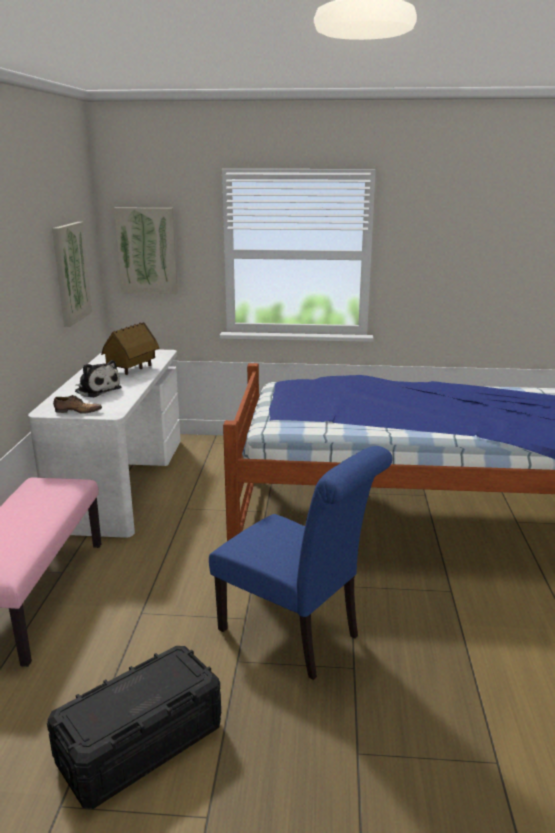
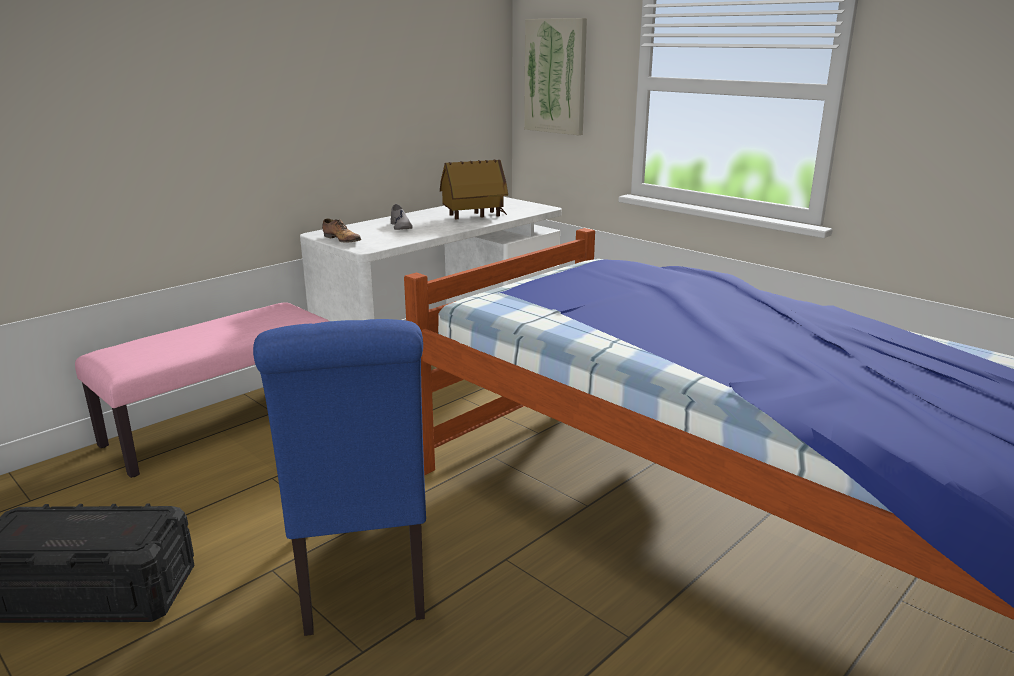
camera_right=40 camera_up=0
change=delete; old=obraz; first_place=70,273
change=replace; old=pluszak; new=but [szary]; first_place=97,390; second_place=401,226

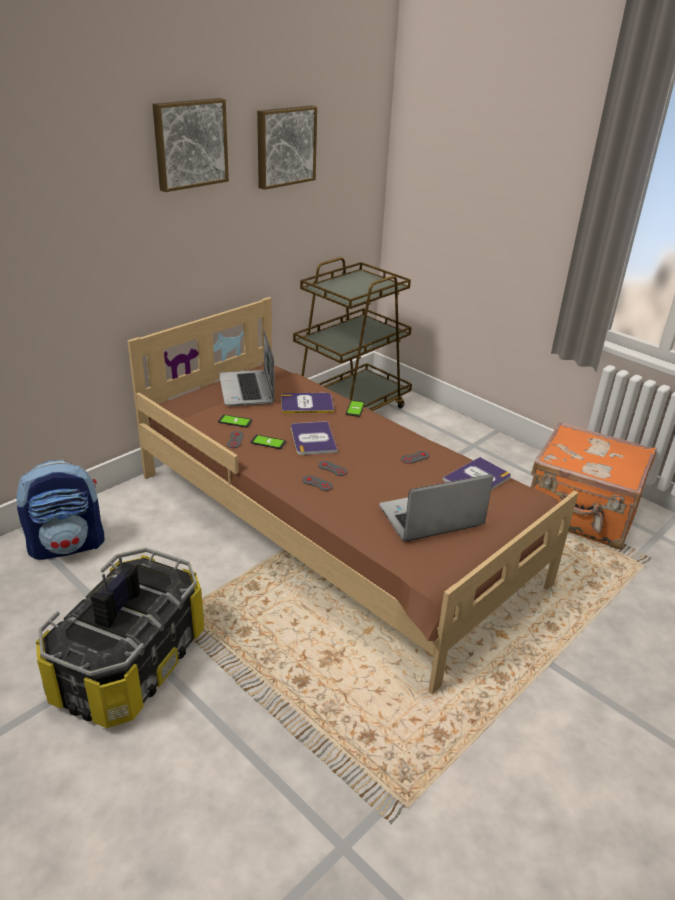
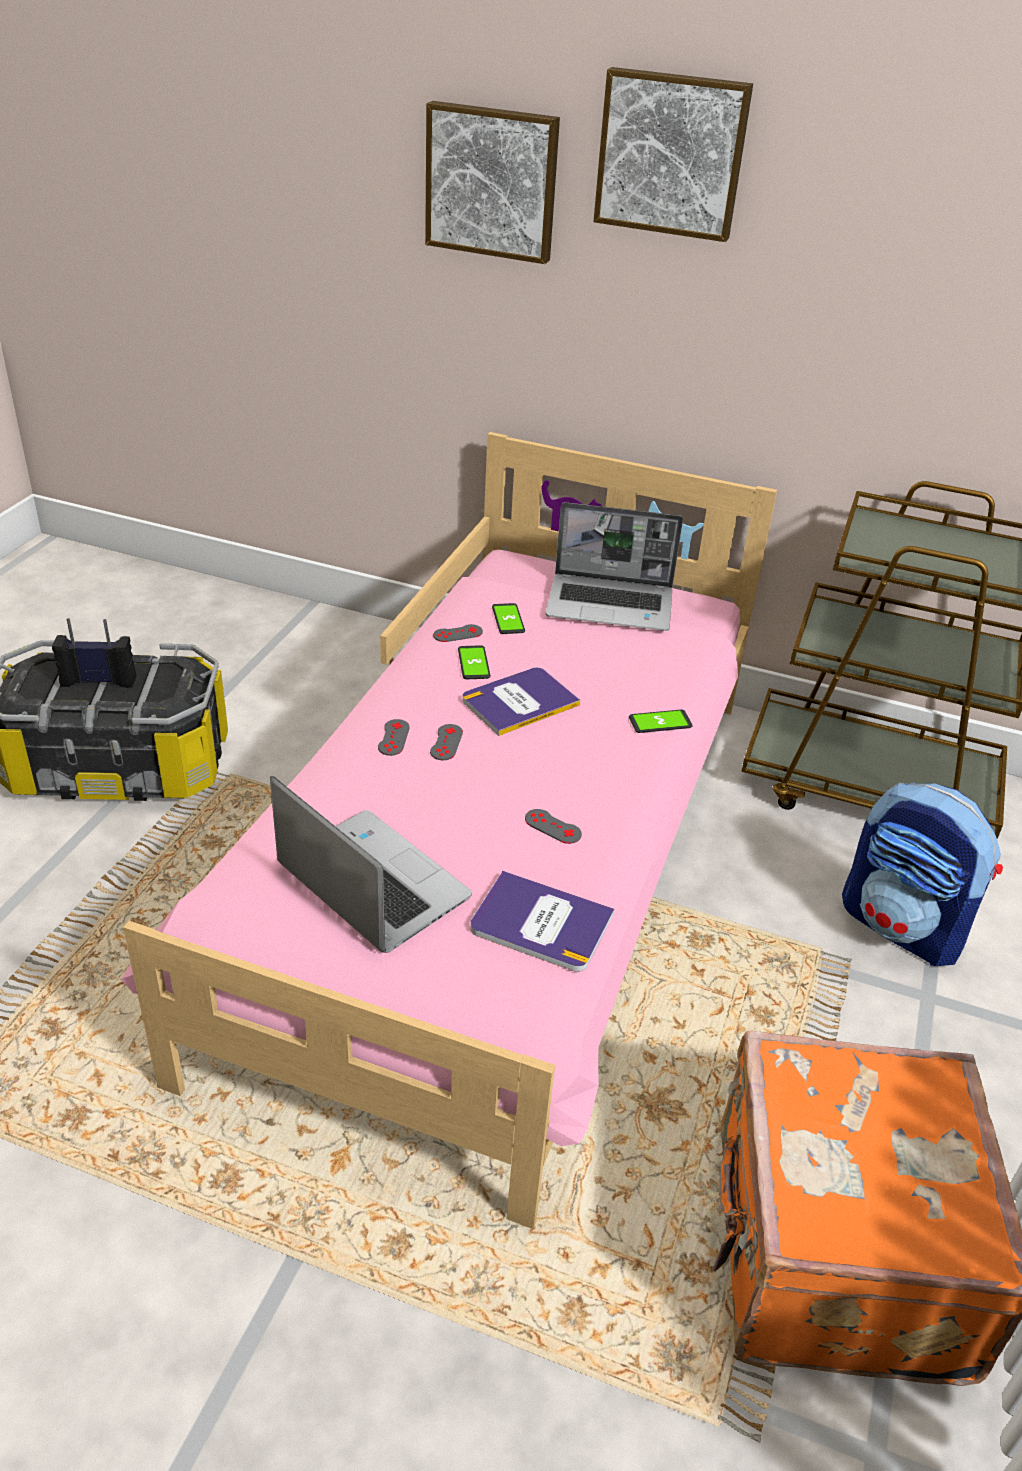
camera_right=65 camera_up=5
change=delete; old=książka; first_place=307,404
change=move; old=plecak; first_place=68,545; second_place=903,927
change=move; old=obraz; first_place=285,146; second_place=492,182
change=recolor; old=łóżko [brązowy]; new=łóżko [różowy]; first_place=335,527; second_place=502,867
change=rotate; old=laptop; first_place=247,390; second_place=611,604; degrees=-135

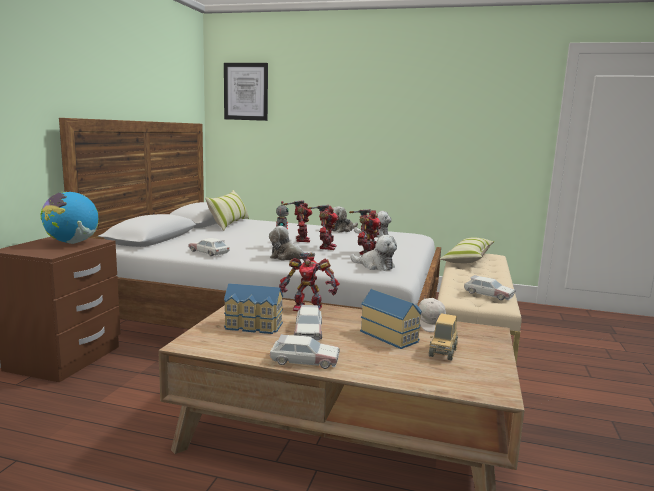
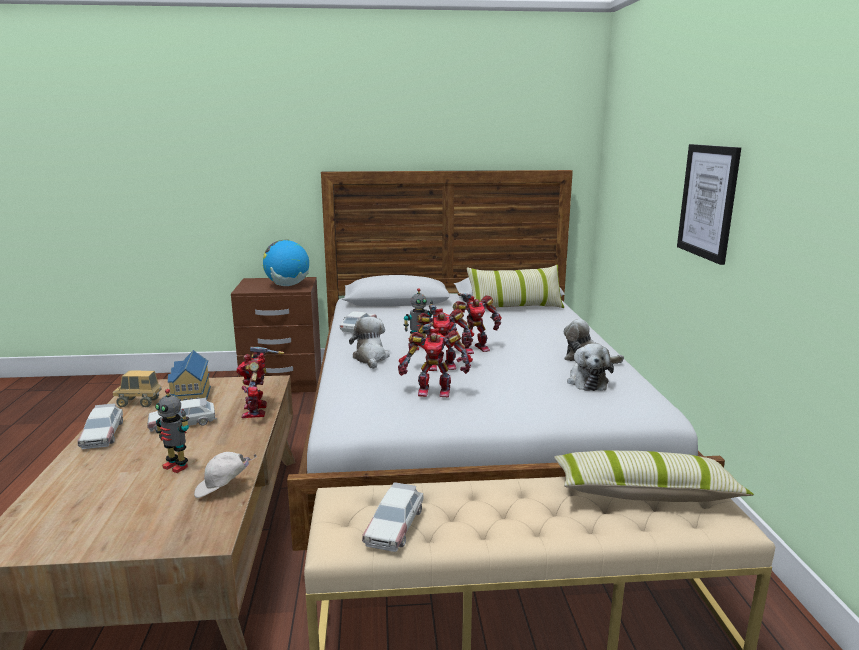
camera_right=70 camera_up=5
change=delete; old=pluszak; first_place=375,266
change=move; old=obraz; first_place=246,91; second_place=708,201
change=move; old=ciężarówka zabawkowa; first_place=443,353; second_place=139,403
change=replace; old=domek; new=robot zabawkowy; first_place=390,335; second_place=177,466

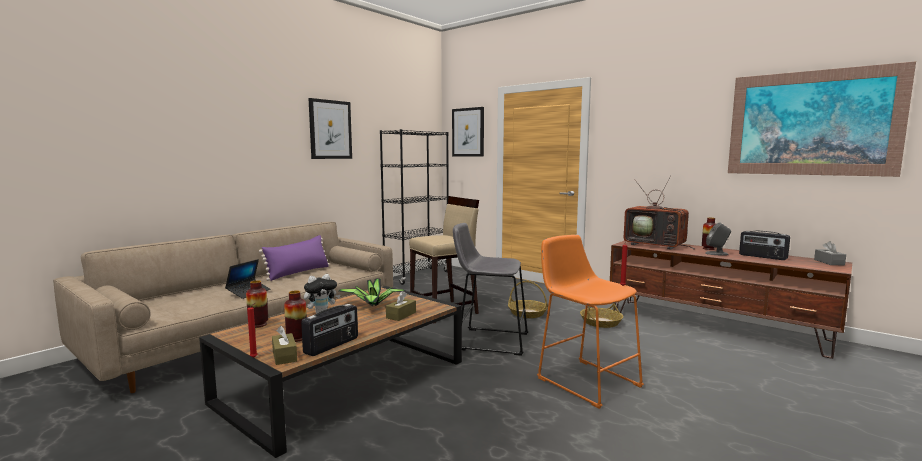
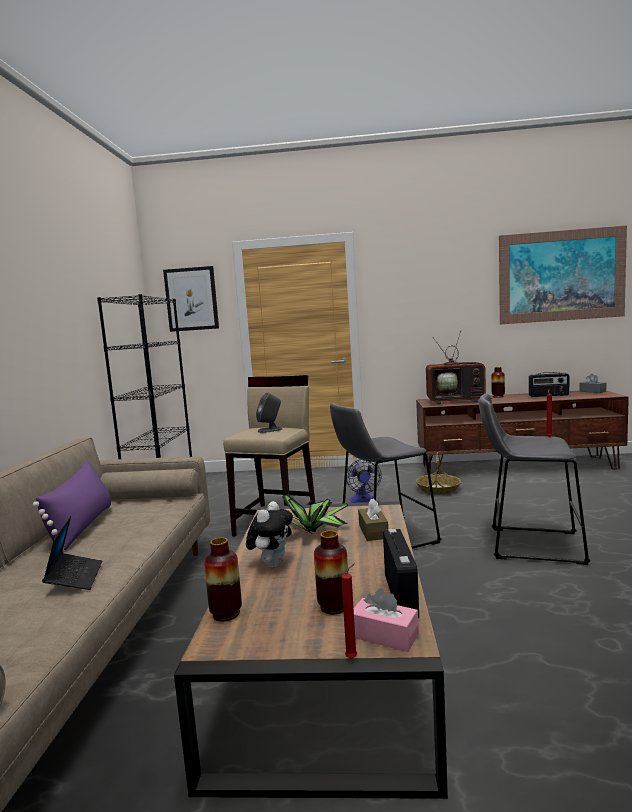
camera_right=-35 camera_up=0
change=delete; old=obraz; first_place=330,129
change=move; old=głośnik [szary]; first_place=717,253; second_place=270,430
change=replace; old=koszyk; new=wentylator; first_place=527,313; second_place=363,501
change=recolor; old=pudełko chusteczek [brązowy]; new=pudełko chusteczek [różowy]; first_place=284,356; second_place=384,635
change=recolor; old=stołek [pomarańczowy]; new=stołek [szary]; first_place=584,380; second_place=529,544

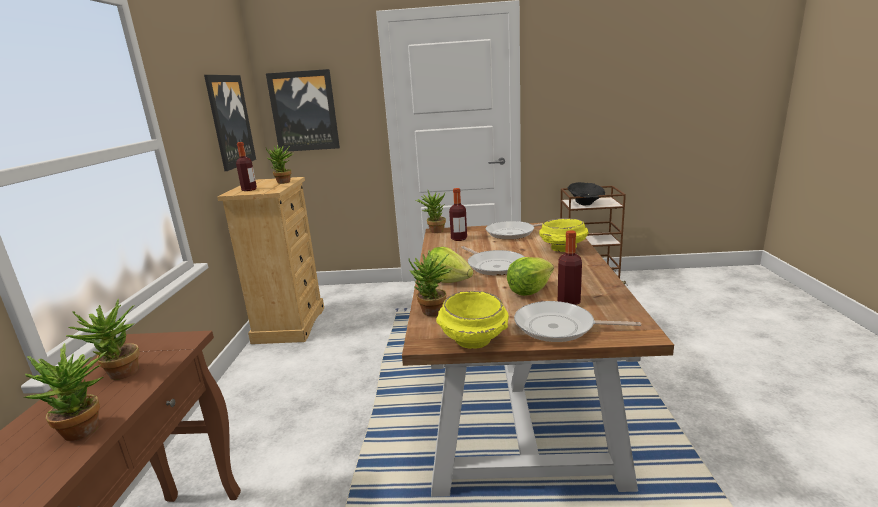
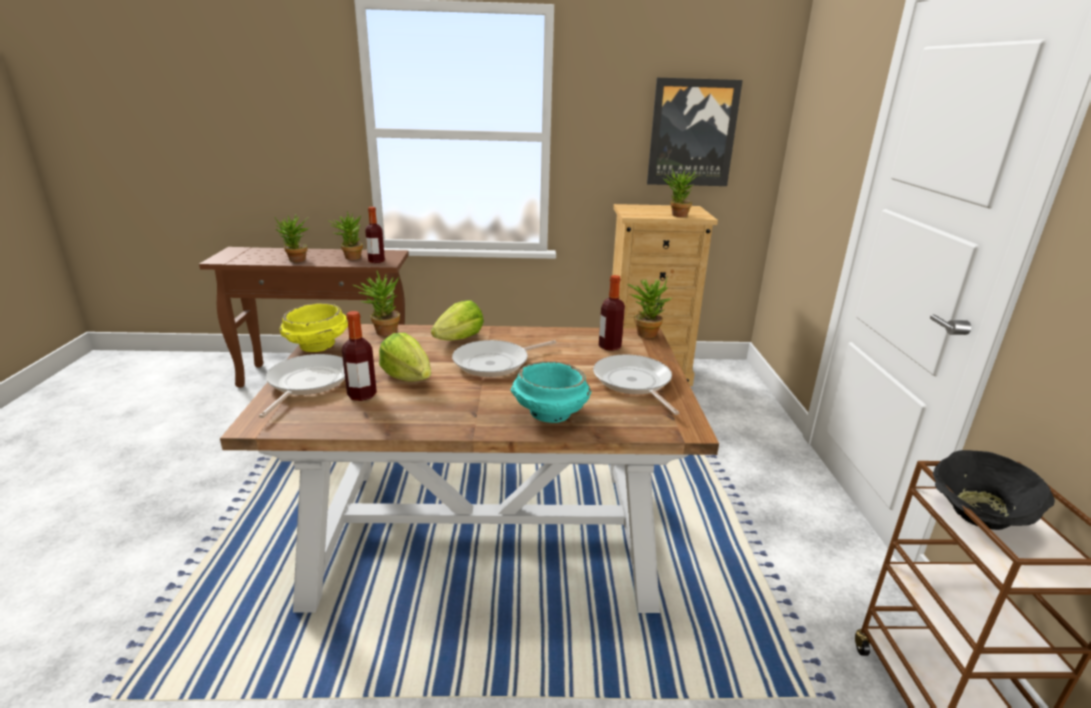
camera_right=85 camera_up=5
change=delete; old=obraz; first_place=304,111
change=move; old=butelka; first_place=249,189; second_place=376,261
change=recolor; old=miska [żółty]; new=miska [turkusowy]; first_place=563,249; second_place=549,413

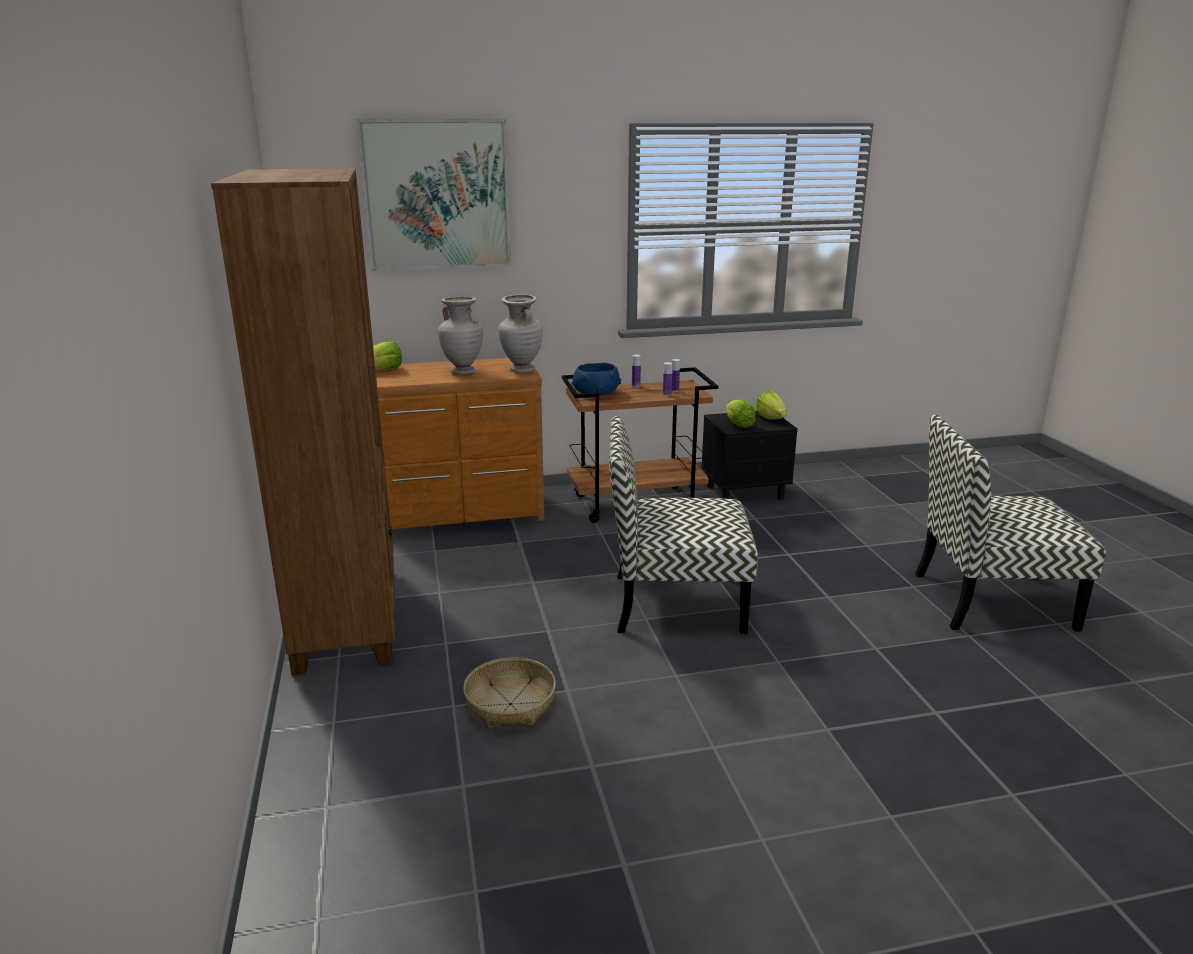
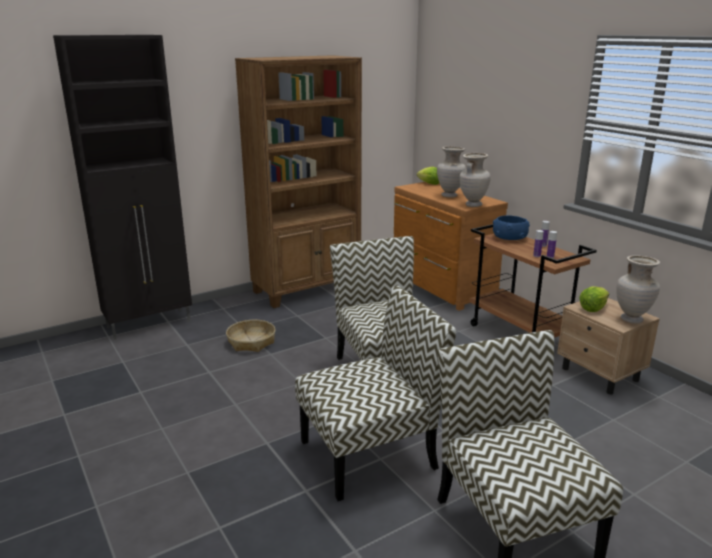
camera_right=70 camera_up=0
change=delete; old=obraz; first_place=437,195
change=insert; new=szafka [czarny]; second_place=150,324
change=insert; new=krzesło; second_place=370,453
change=replace; old=sałata; new=wazon [beżowy]; first_place=771,418; second_place=632,319
change=recolor; old=szafka nocna [czarny]; new=szafka nocna [beżowy]; first_place=746,492; second_place=600,375

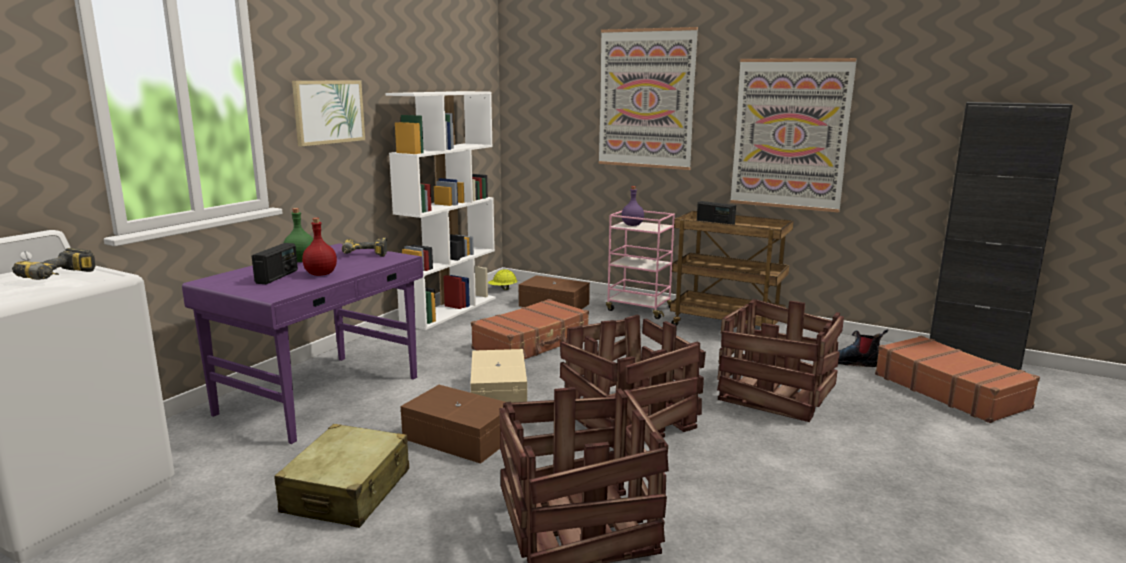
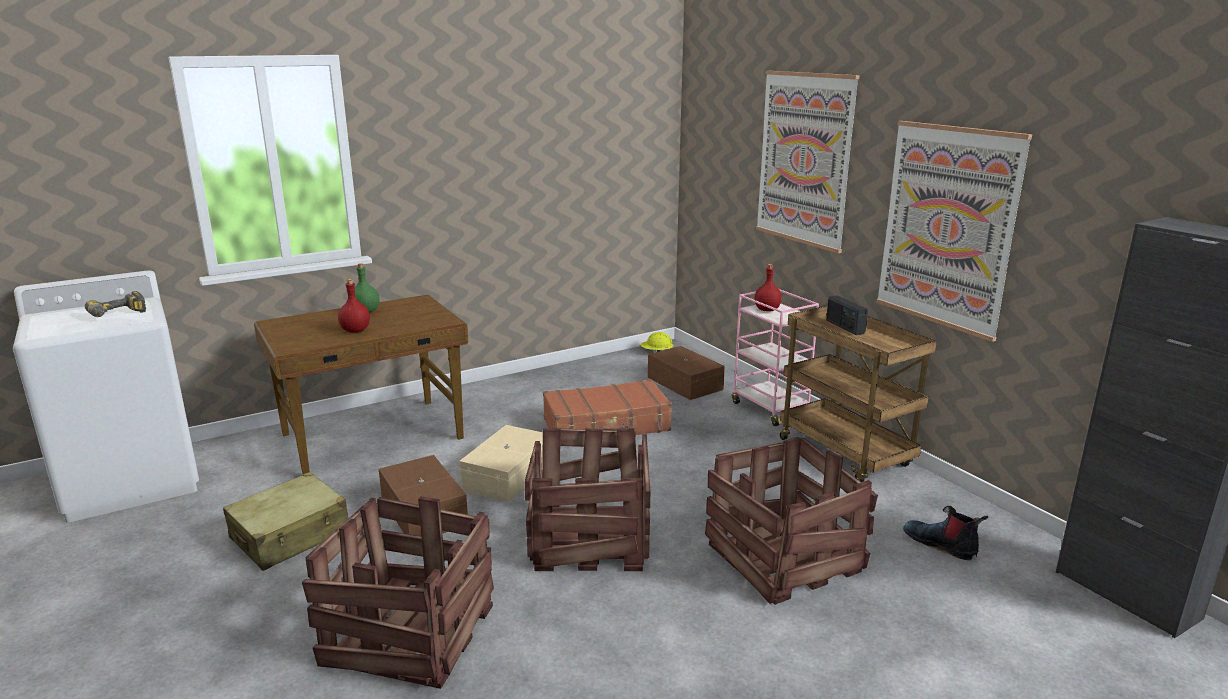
camera_right=30 camera_up=5
change=delete; old=radio; first_place=277,277
change=delete; old=obraz; first_place=329,112
change=delete; old=wiertarka; first_place=363,255
change=delete; old=regał [biały]; first_place=449,310
change=delete; old=walizka [brązowy]; first_place=950,391
change=recolor; old=biurko [fioletowy]; new=biurko [brązowy]; first_place=322,395; second_place=374,437
change=recolor; old=butelka [fioletowy]; new=butelka [czerwony]; first_place=632,225; second_place=766,310

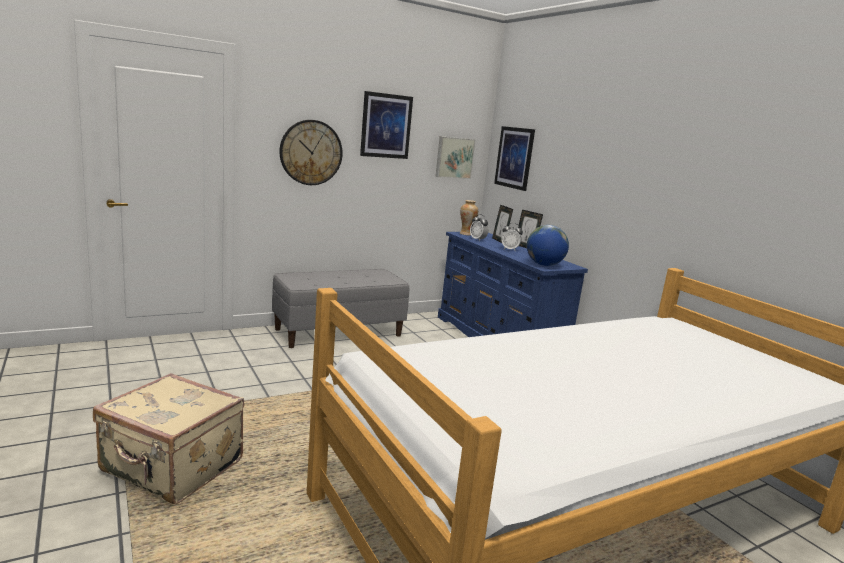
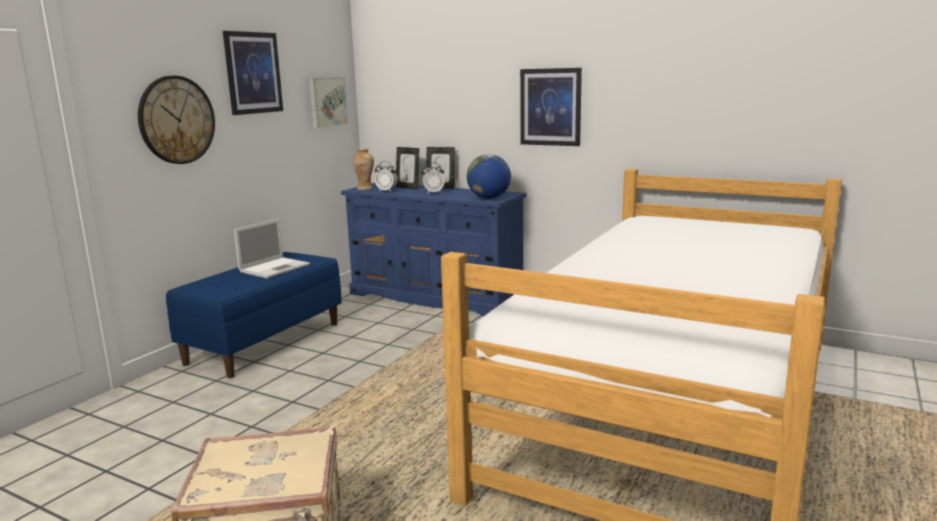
camera_right=-30 camera_up=0
change=insert; new=laptop; second_place=275,268
change=move; old=obraz; first_place=514,157; second_place=550,107
change=recolor; old=ławka [szary]; new=ławka [niebieski]; first_place=339,332; second_place=265,342

